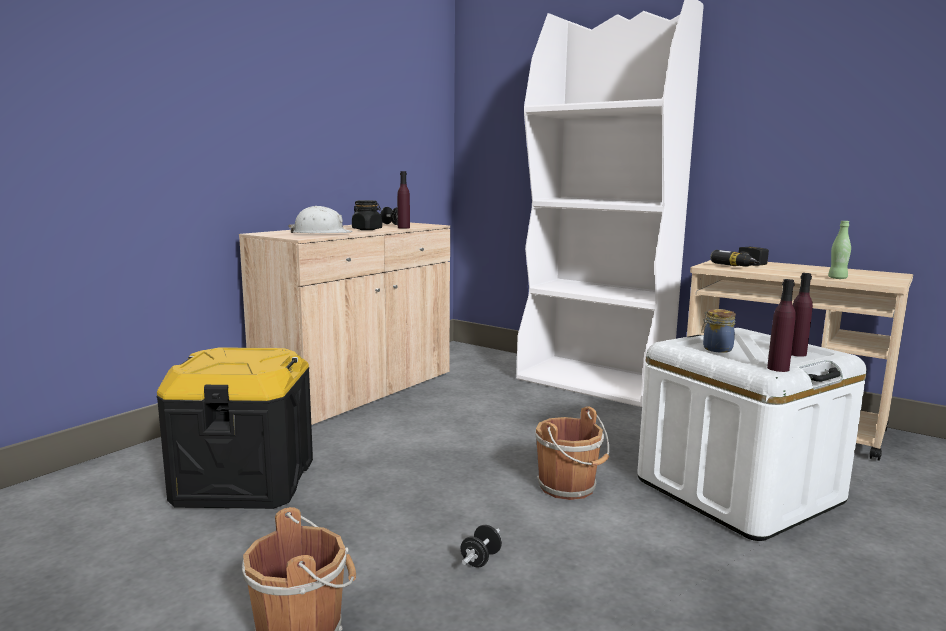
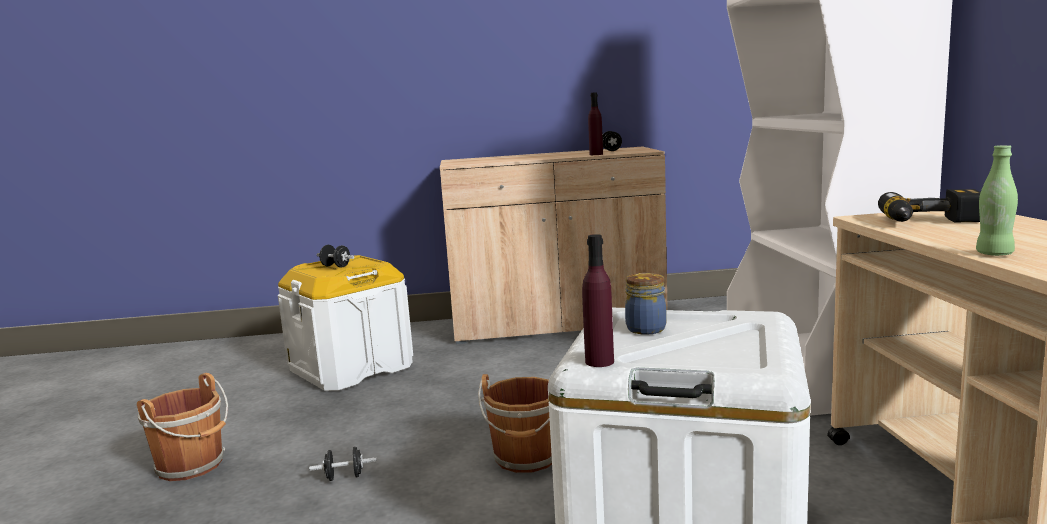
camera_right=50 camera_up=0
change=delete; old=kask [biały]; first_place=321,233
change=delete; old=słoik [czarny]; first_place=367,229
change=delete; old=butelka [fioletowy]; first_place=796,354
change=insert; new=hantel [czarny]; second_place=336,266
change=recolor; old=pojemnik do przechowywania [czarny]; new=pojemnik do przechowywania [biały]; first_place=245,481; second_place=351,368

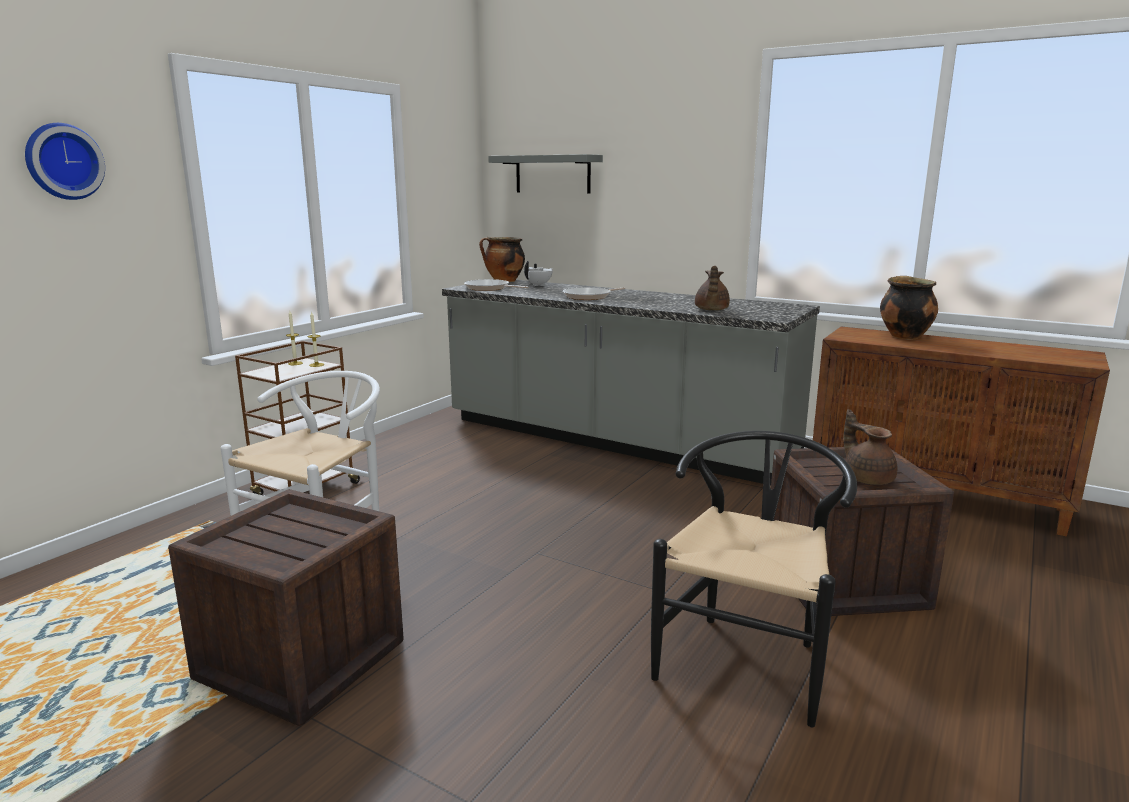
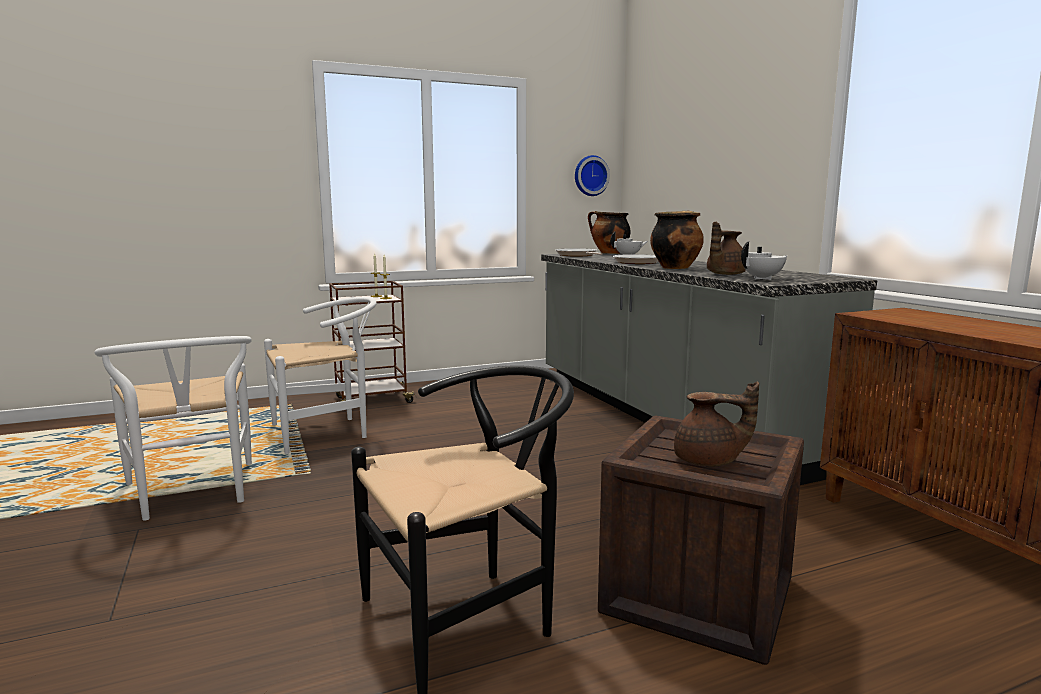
camera_right=35 camera_up=-5
change=delete; old=półka [szary]; first_place=552,174
change=insert; new=imbryk [biały]; second_place=763,278
change=move; old=zegar ścienny; first_place=63,161; second_place=590,176
change=move; old=garnek; first_place=903,336; second_place=675,268
change=replace; old=skrzynka; new=krzesło [biały]; first_place=301,660; second_place=193,495
change=rotate; old=imbryk [brązowy]; first_place=867,478; second_place=709,461; degrees=90

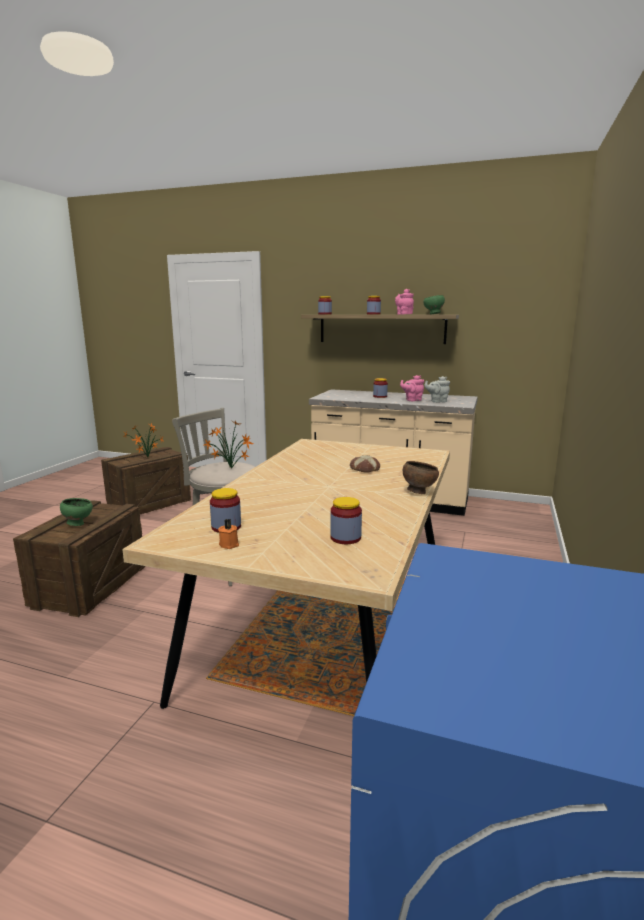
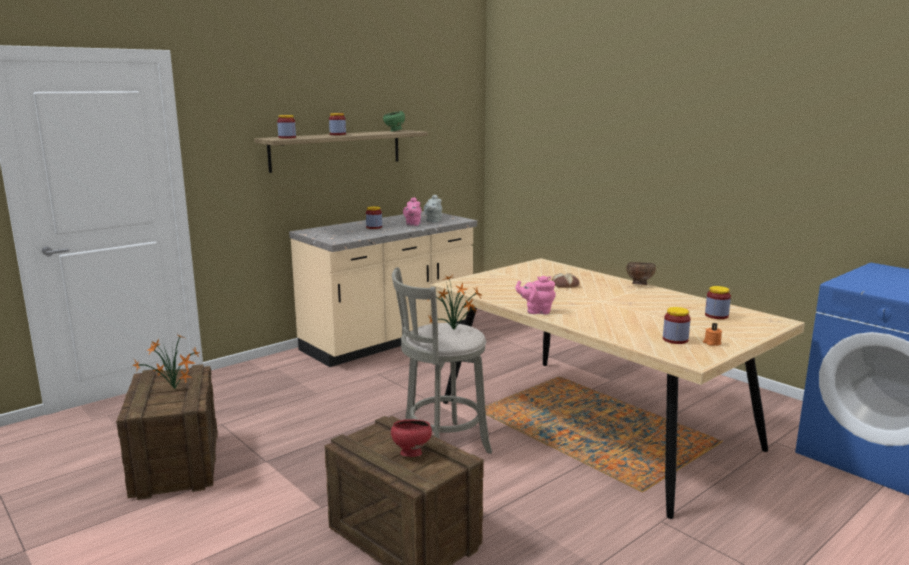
camera_right=-60 camera_up=0
change=move; old=imbryk [różowy]; first_place=403,314; second_place=536,311
change=recolor; old=miska [zielony]; new=miska [czerwony]; first_place=78,524; second_place=410,454

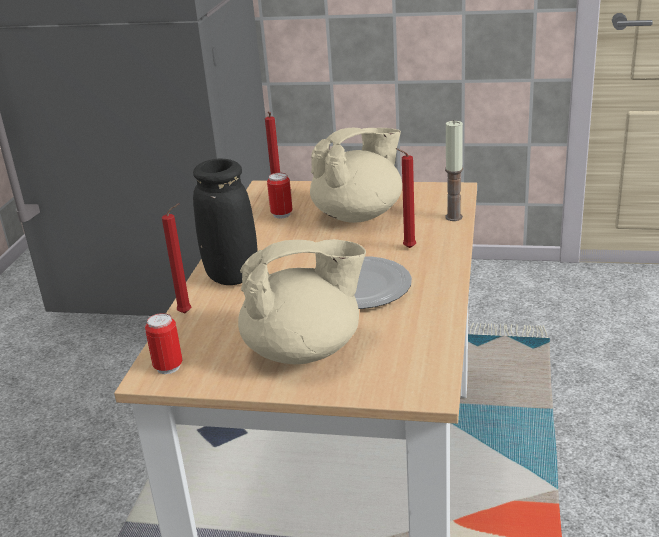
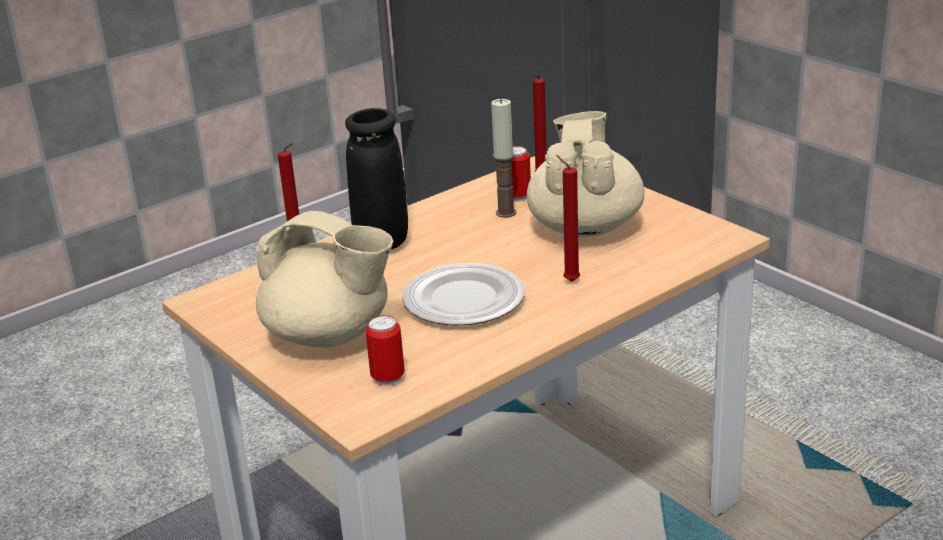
camera_right=40 camera_up=0
change=move; old=puszka; first_place=168,367; second_place=388,378
change=move; old=świeca; first_place=453,217; second_place=506,213
change=rotate; old=imbryk [beżowy]; first_place=359,215; second_place=585,226; degrees=-90

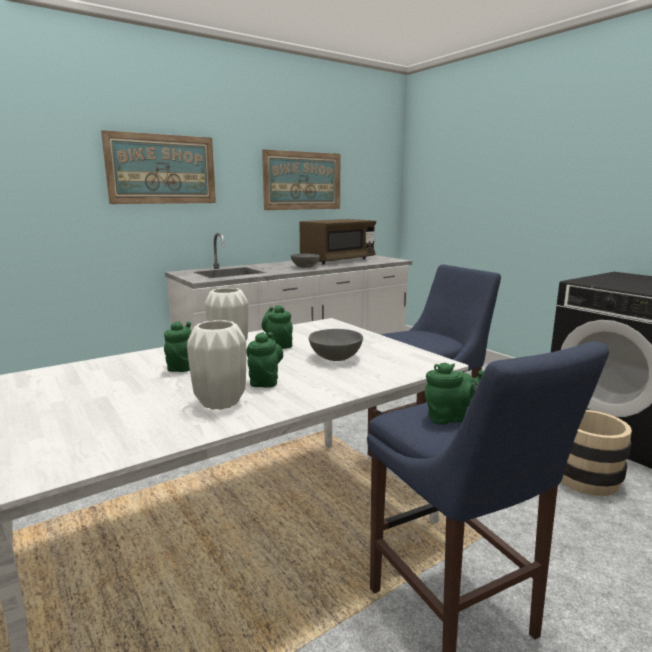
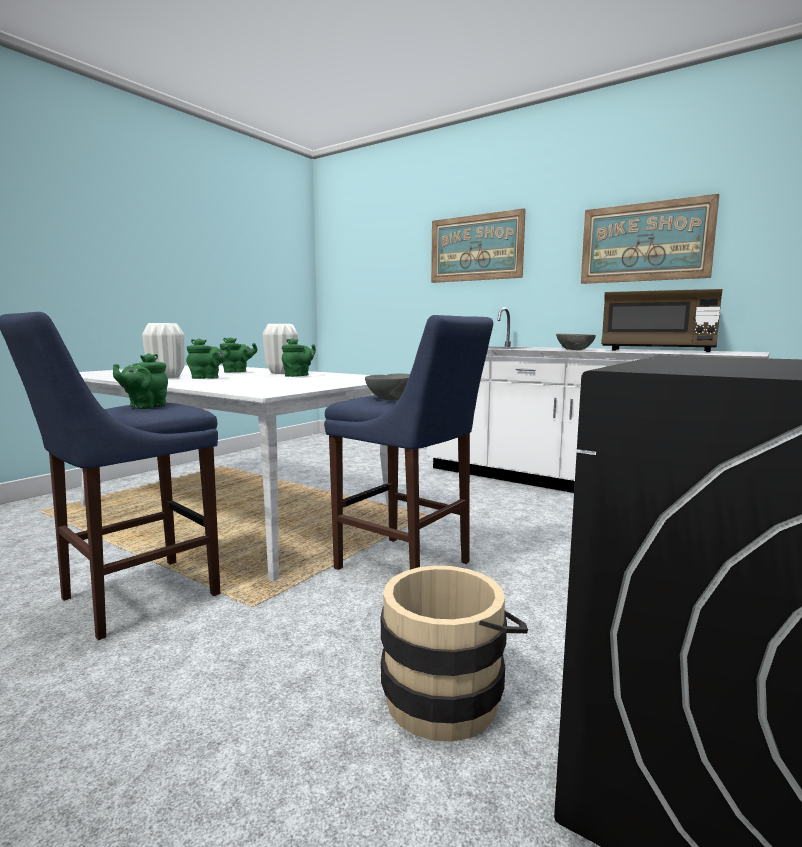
camera_right=70 camera_up=-5
change=move; old=miska [szary]; first_place=335,358; second_place=392,399
change=rotate; old=imbryk [zielony]; first_place=449,418; second_place=145,407; degrees=60

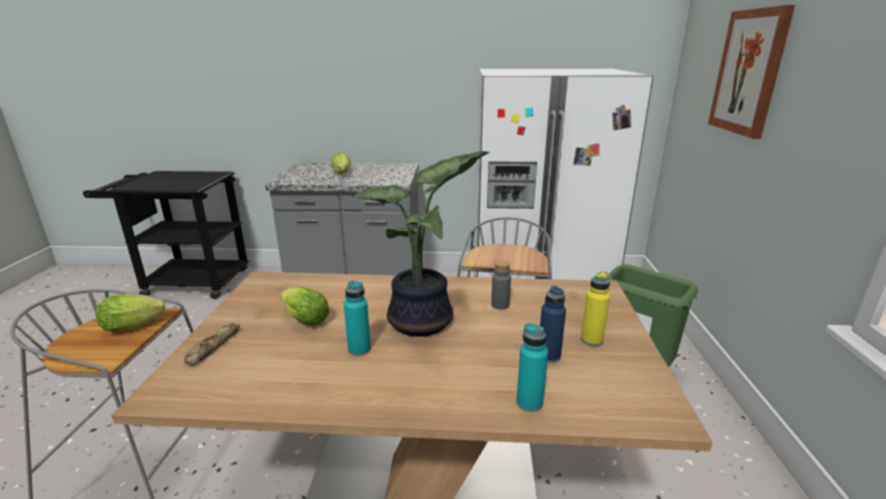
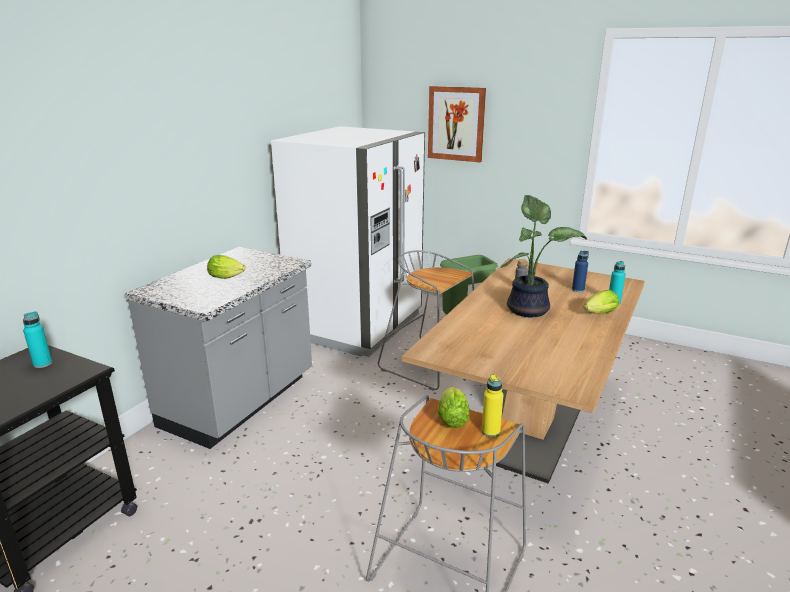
camera_right=-65 camera_up=0
change=delete; old=chleb; first_place=213,347
change=move; old=sałata; first_place=303,319; second_place=598,314
change=move; old=butelka [turkusowy]; first_place=359,349; second_place=43,364
change=move; old=butelka [żółty]; first_place=591,340; second_place=490,431

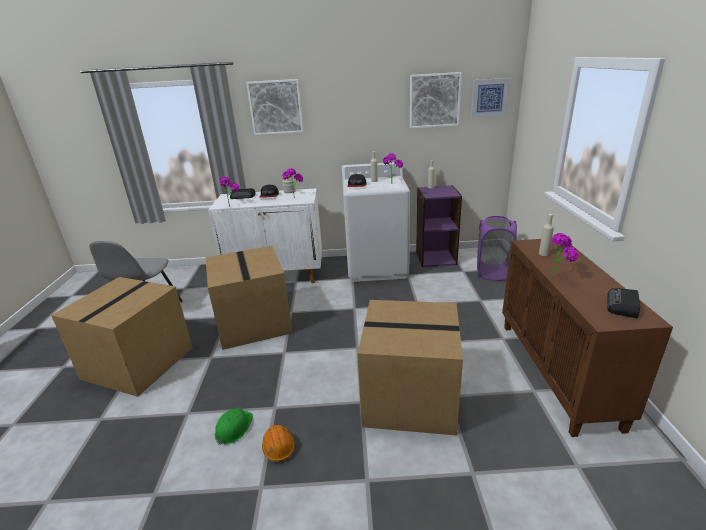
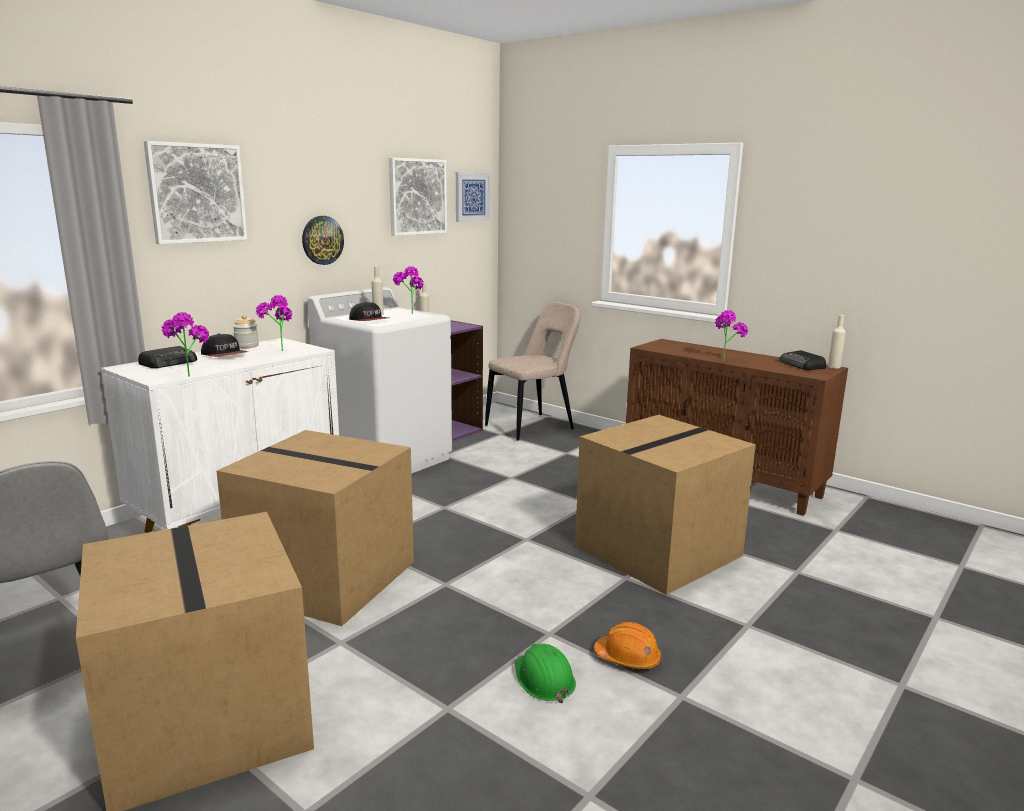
camera_right=-50 camera_up=-10
change=insert; new=zegar ścienny; second_place=322,240
change=move; old=butelka [beżowy]; first_place=543,254; second_place=834,367
change=replace; old=kosz na pranie [fioletowy]; new=krzesło [beżowy]; first_place=493,272; second_place=533,427

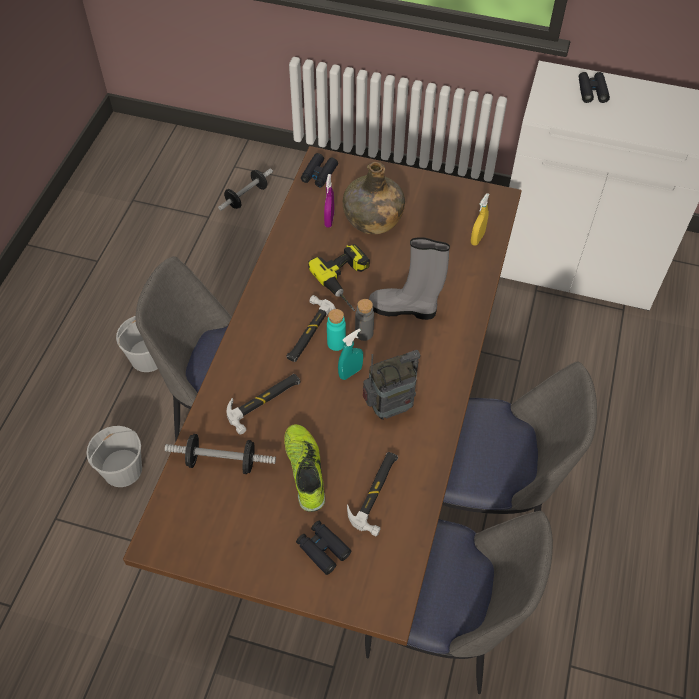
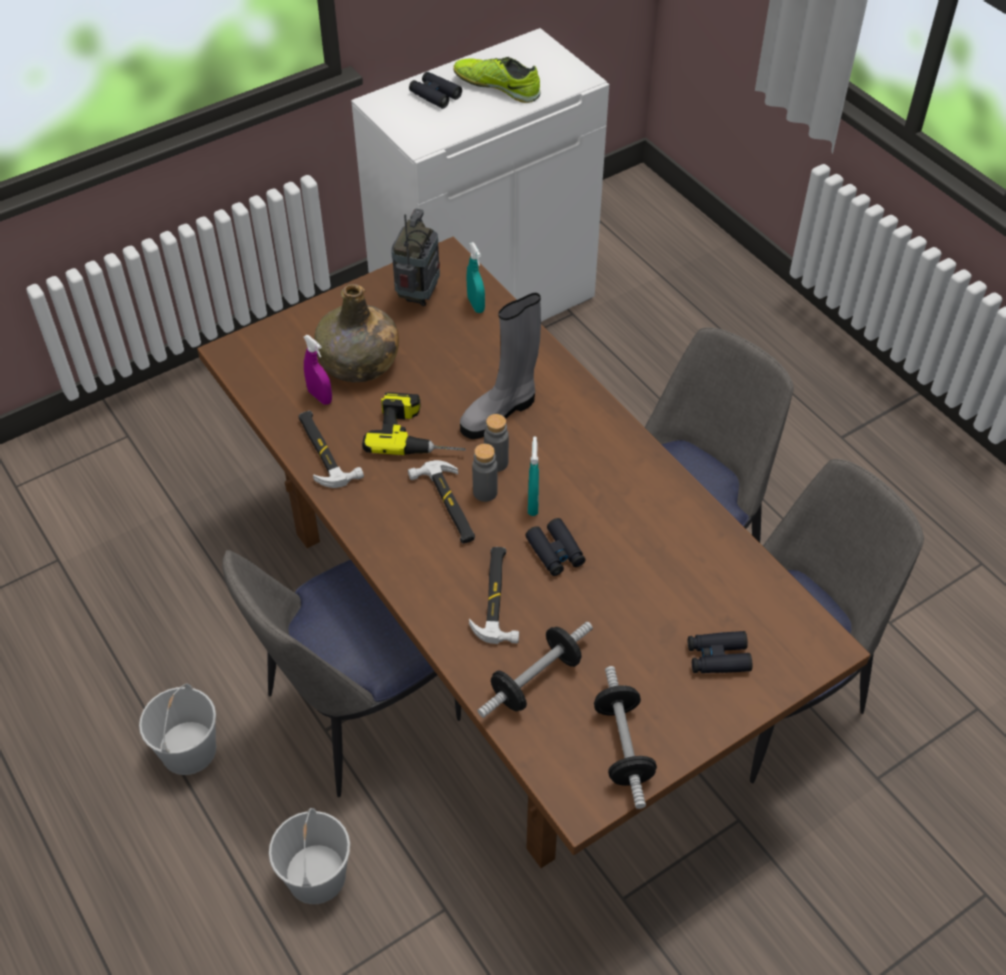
camera_right=-50 camera_up=-5
change=move; old=hantel; first_place=246,196; second_place=623,746
change=move; old=but; first_place=305,470; second_place=497,86
change=move; old=lornetka [czarny]; first_place=319,174; second_place=555,552
change=move; old=młotek; first_place=376,492; second_place=324,451
change=move; old=radio; first_place=390,407; second_place=418,295
change=recolor; old=butelka [turkusowy]; new=butelka [szary]; first_place=336,343; second_place=485,492
change=recolor; old=spryskiwacz [żółty]; new=spryskiwacz [turkusowy]; first_place=477,238; second_place=476,305

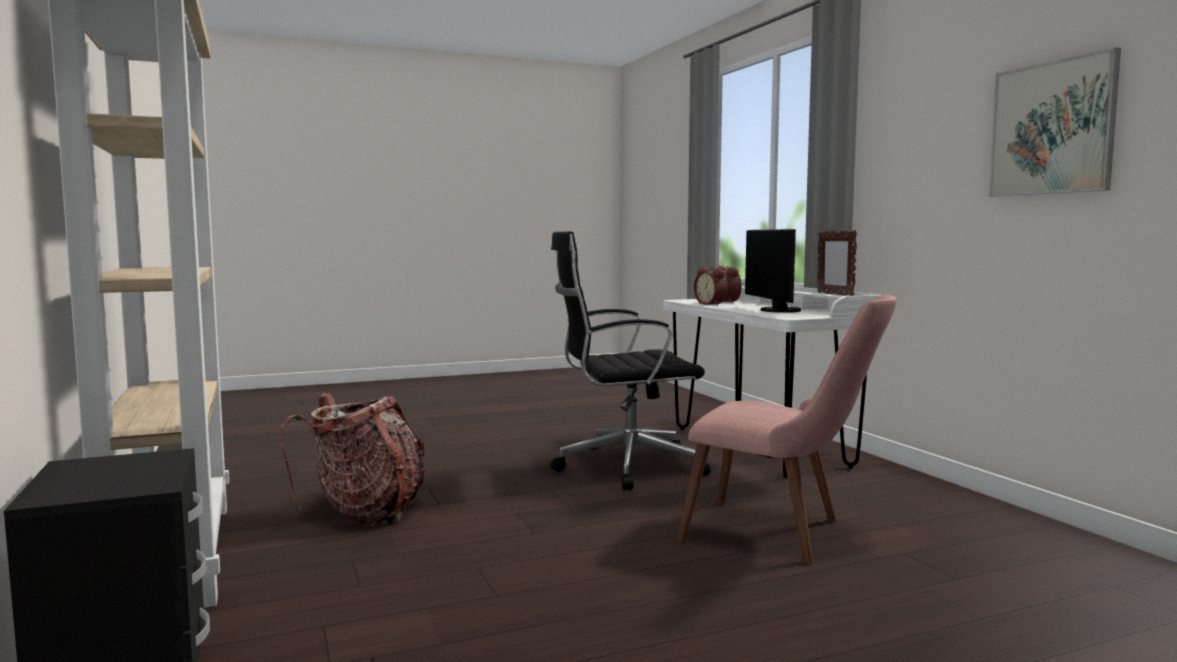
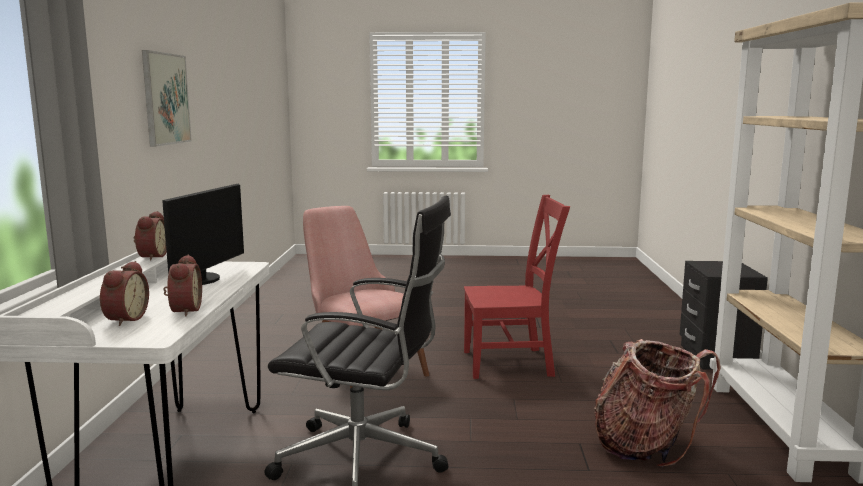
camera_right=-155 camera_up=5
change=insert; new=krzesło [czerwony]; second_place=512,363
change=replace; old=ramka na zdjęcie; new=budzik; first_place=835,294; second_place=151,257

